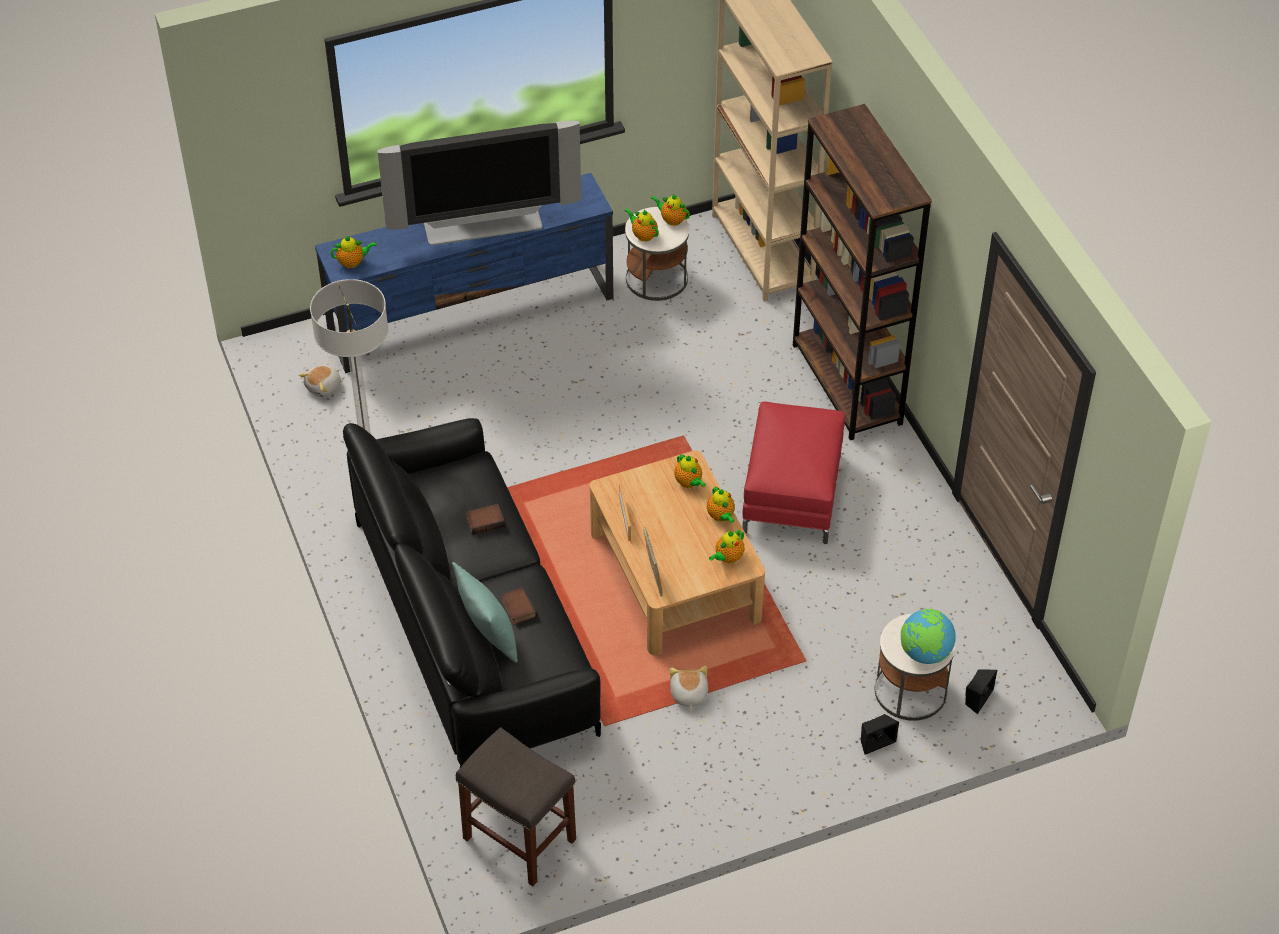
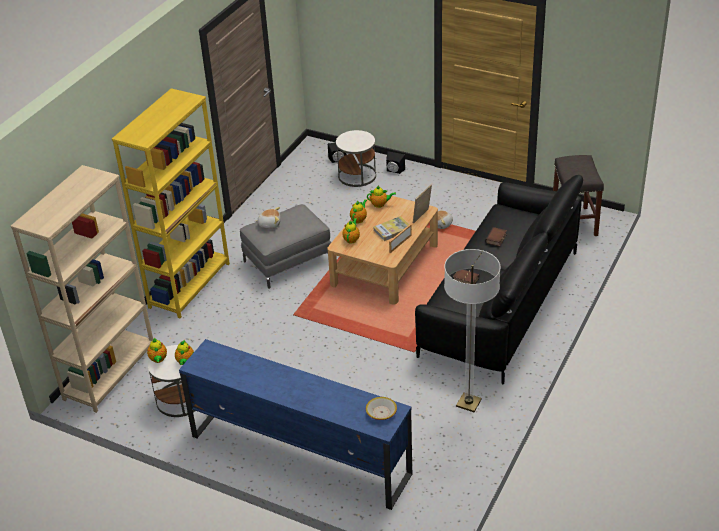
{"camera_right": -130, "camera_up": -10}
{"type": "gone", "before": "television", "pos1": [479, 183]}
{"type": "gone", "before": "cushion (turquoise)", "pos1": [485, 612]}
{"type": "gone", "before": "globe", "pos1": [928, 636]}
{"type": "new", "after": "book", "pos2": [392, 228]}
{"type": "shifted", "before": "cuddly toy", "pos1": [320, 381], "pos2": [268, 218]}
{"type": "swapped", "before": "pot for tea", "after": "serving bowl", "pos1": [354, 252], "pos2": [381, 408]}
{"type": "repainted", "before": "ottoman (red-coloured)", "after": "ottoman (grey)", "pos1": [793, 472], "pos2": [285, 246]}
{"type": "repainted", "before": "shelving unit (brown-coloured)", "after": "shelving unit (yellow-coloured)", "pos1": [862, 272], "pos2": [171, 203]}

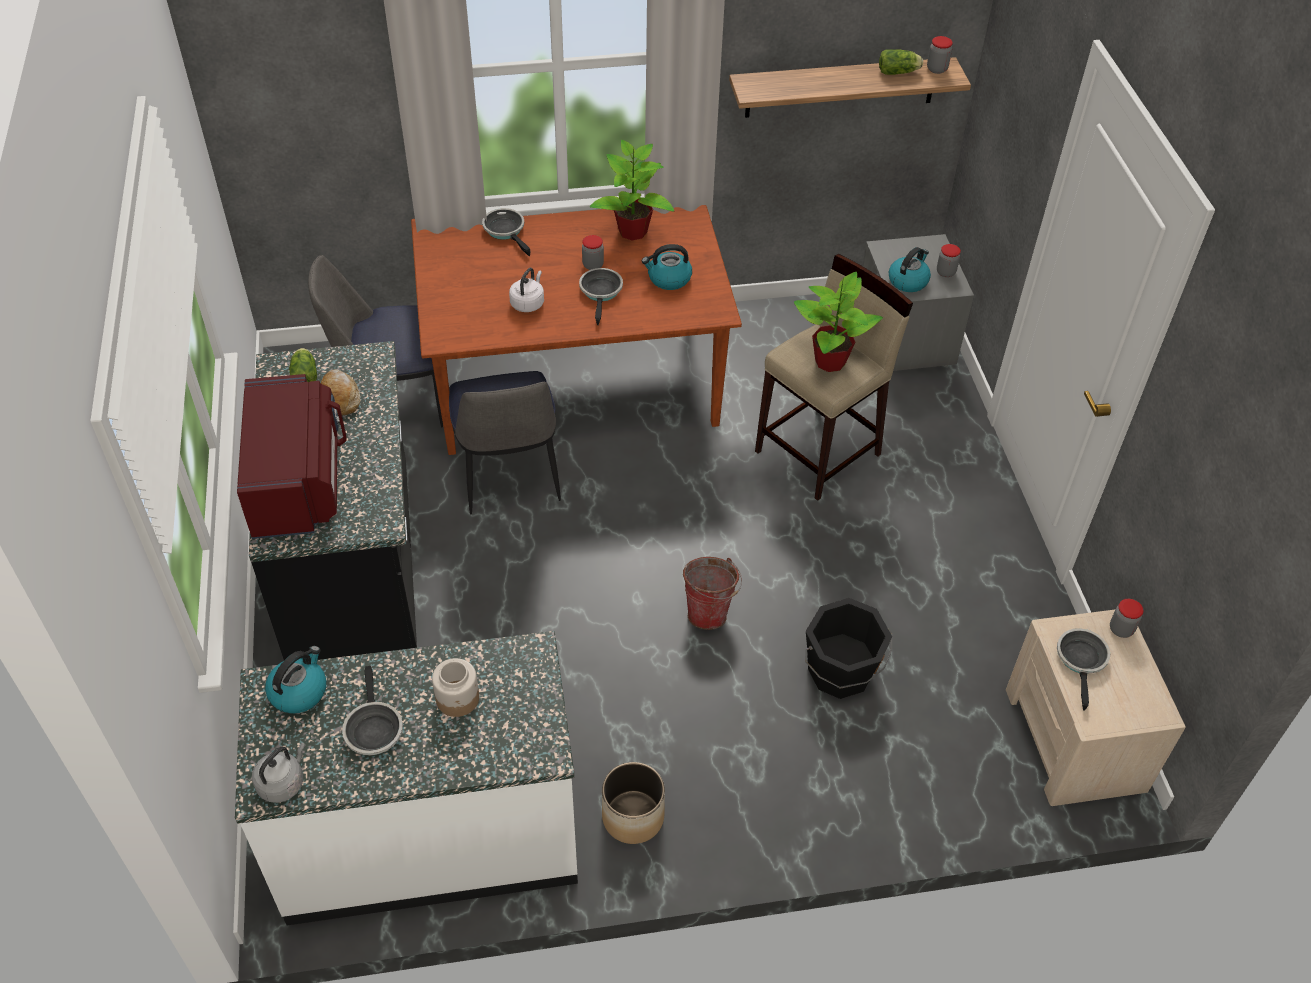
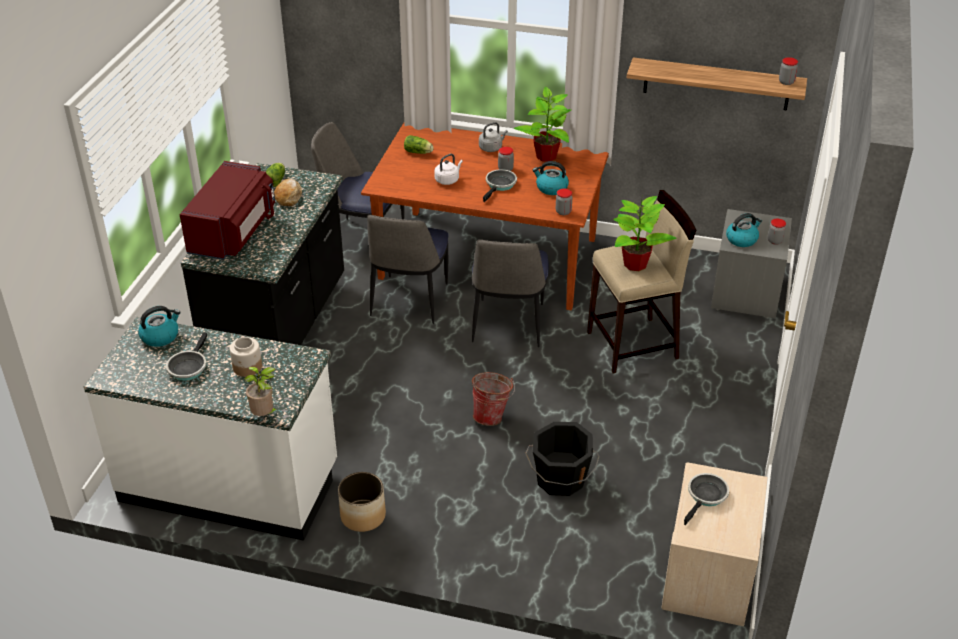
{"camera_right": 25, "camera_up": -10}
{"type": "gone", "before": "pan", "pos1": [506, 232]}
{"type": "new", "after": "houseplant", "pos2": [260, 391]}
{"type": "new", "after": "chair", "pos2": [510, 293]}
{"type": "shifted", "before": "water kettle (grey)", "pos1": [279, 772], "pos2": [493, 137]}
{"type": "shifted", "before": "head of lettuce", "pos1": [901, 62], "pos2": [419, 144]}
{"type": "shifted", "before": "jar", "pos1": [1127, 618], "pos2": [564, 202]}

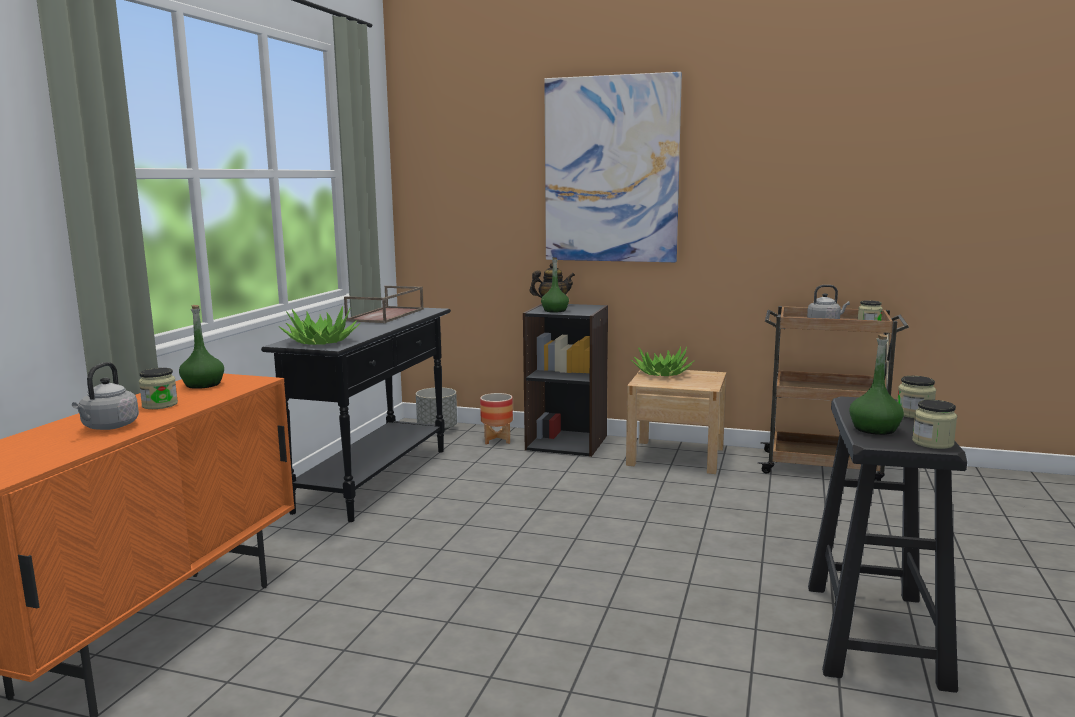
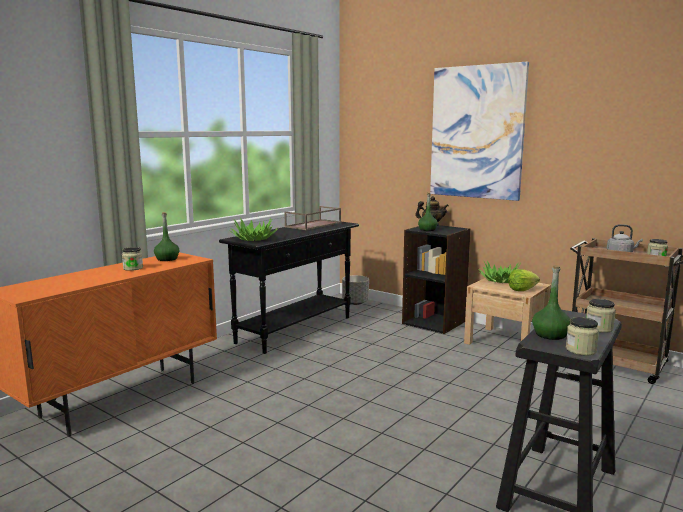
{"camera_right": 20, "camera_up": 0}
{"type": "gone", "before": "water kettle (grey)", "pos1": [105, 396]}
{"type": "gone", "before": "flower pot", "pos1": [496, 418]}
{"type": "new", "after": "head of lettuce", "pos2": [524, 280]}

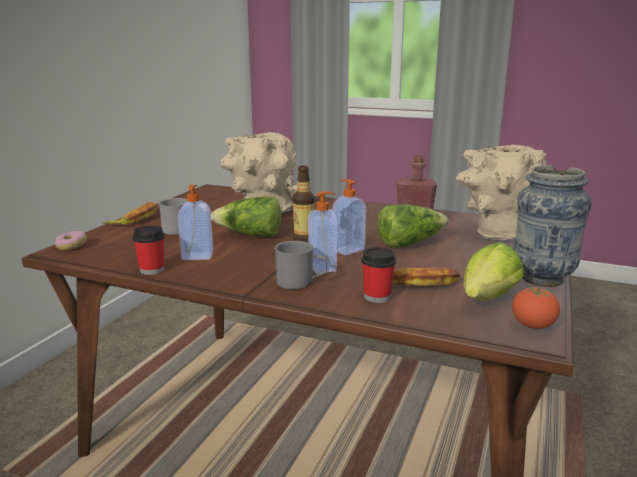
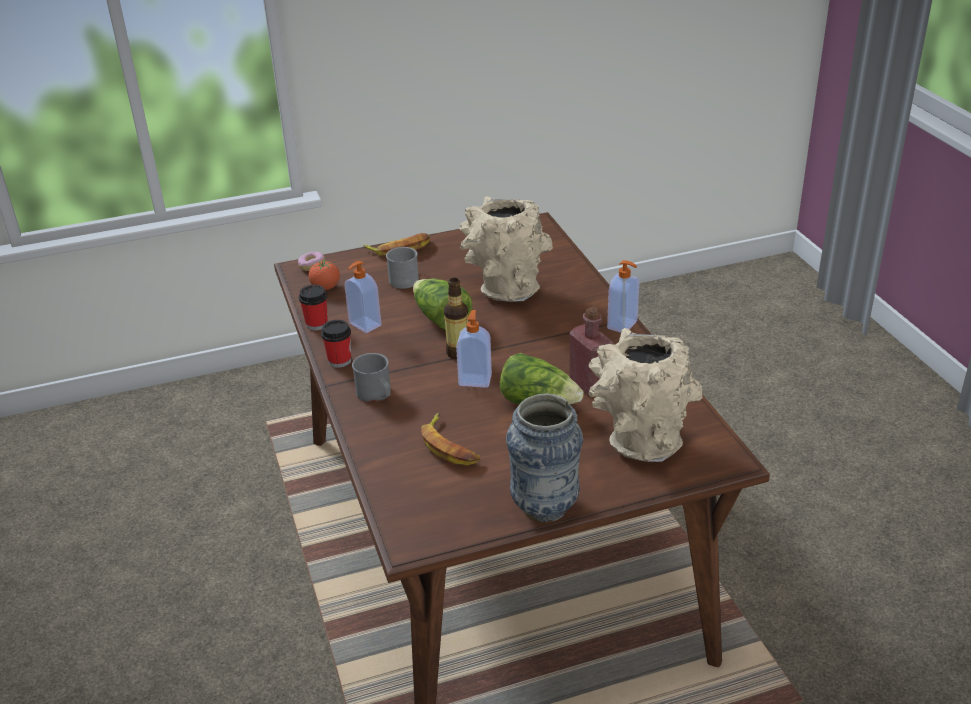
{"camera_right": 50, "camera_up": 15}
{"type": "gone", "before": "head of lettuce", "pos1": [494, 271]}
{"type": "shifted", "before": "soap bottle", "pos1": [322, 232], "pos2": [623, 296]}
{"type": "shifted", "before": "cup", "pos1": [378, 275], "pos2": [336, 344]}
{"type": "shifted", "before": "whole tomato", "pos1": [536, 307], "pos2": [324, 275]}

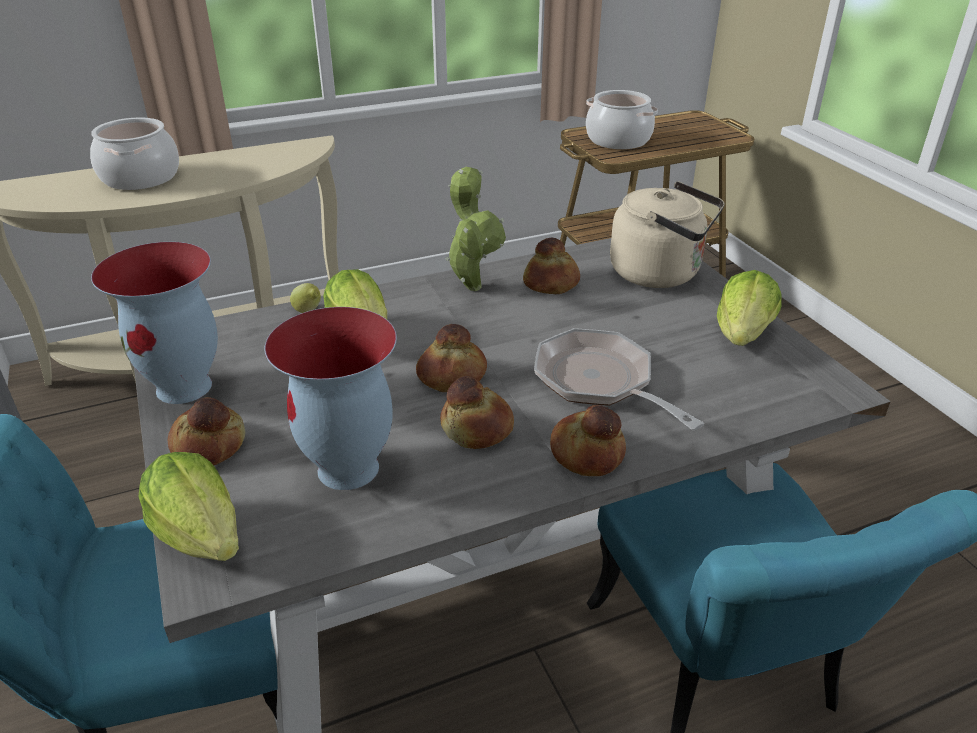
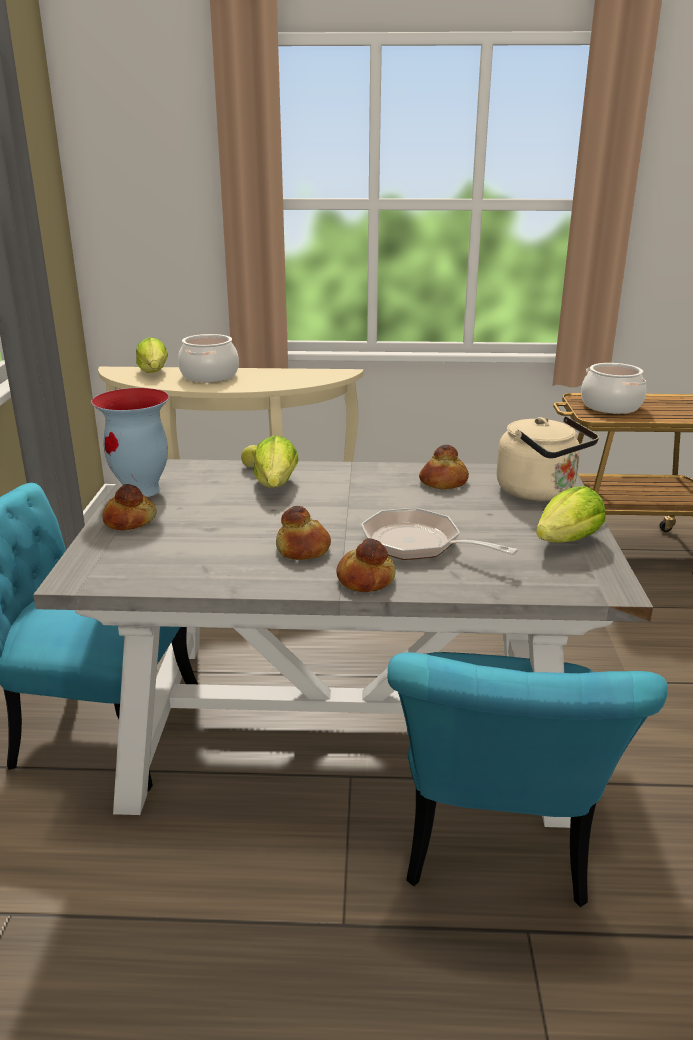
{"camera_right": 25, "camera_up": -10}
{"type": "gone", "before": "flower vase", "pos1": [330, 398]}
{"type": "gone", "before": "baked bread", "pos1": [451, 358]}
{"type": "gone", "before": "houseplant", "pos1": [476, 229]}
{"type": "shifted", "before": "head of lettuce", "pos1": [189, 506], "pos2": [152, 355]}
{"type": "rotated", "before": "pan", "pos1": [619, 379], "pos2": [439, 534], "turn": -45}

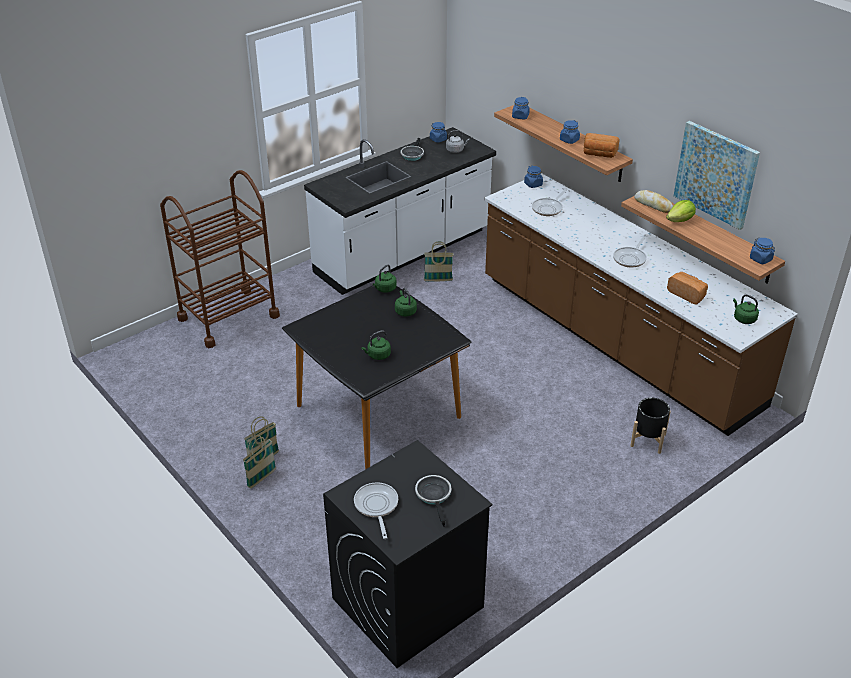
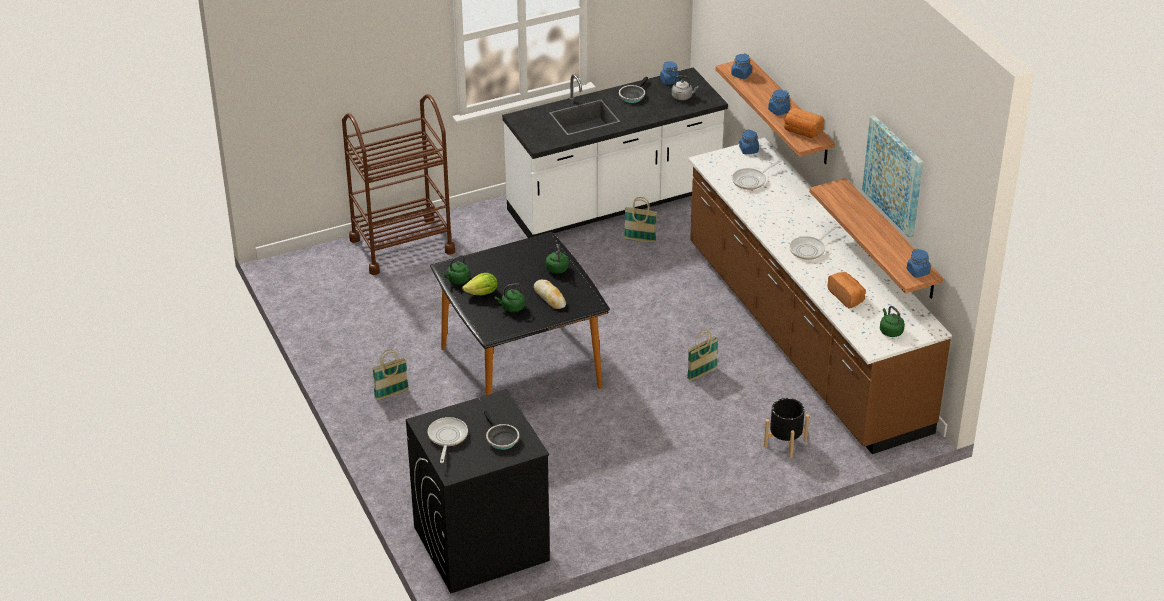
{"camera_right": 15, "camera_up": 0}
{"type": "shifted", "before": "basket", "pos1": [259, 462], "pos2": [702, 355]}
{"type": "shifted", "before": "water kettle (green-coloured)", "pos1": [385, 278], "pos2": [456, 269]}
{"type": "shifted", "before": "baked bread", "pos1": [653, 201], "pos2": [550, 294]}
{"type": "shifted", "before": "head of lettuce", "pos1": [681, 211], "pos2": [480, 284]}
{"type": "rotated", "before": "pan", "pos1": [433, 501], "pos2": [501, 430], "turn": 150}

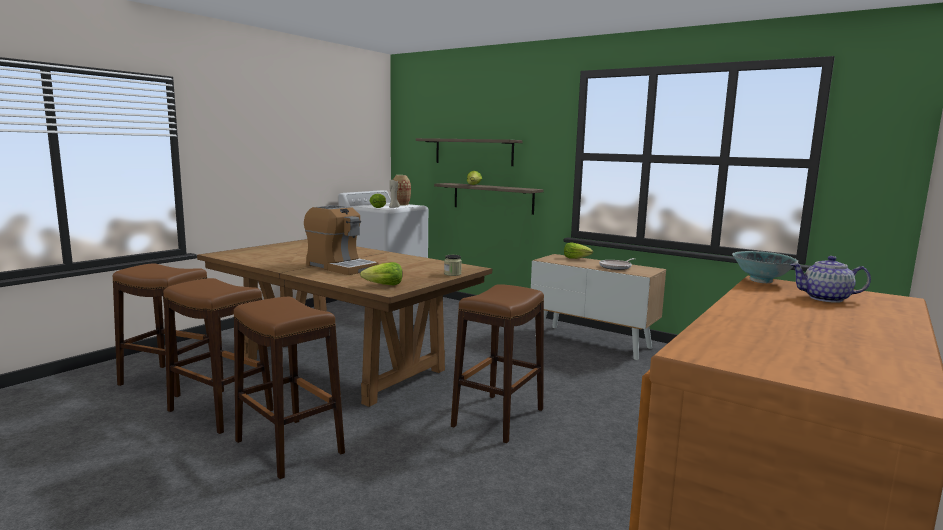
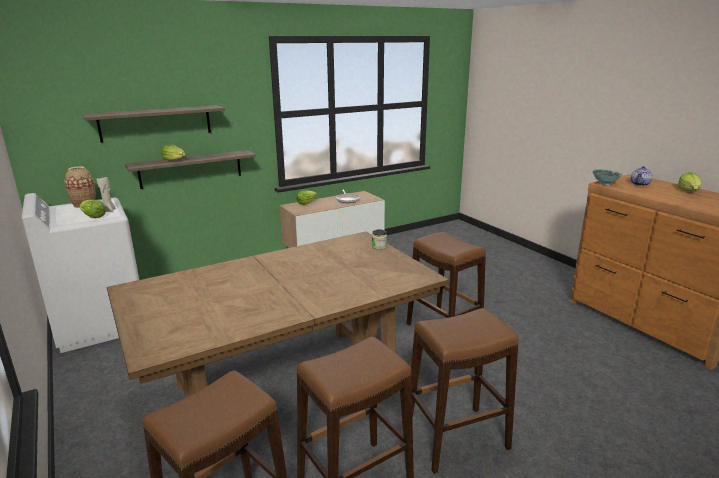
{"camera_right": -65, "camera_up": 10}
{"type": "gone", "before": "coffee brewer", "pos1": [341, 240]}
{"type": "shifted", "before": "head of lettuce", "pos1": [381, 274], "pos2": [690, 181]}

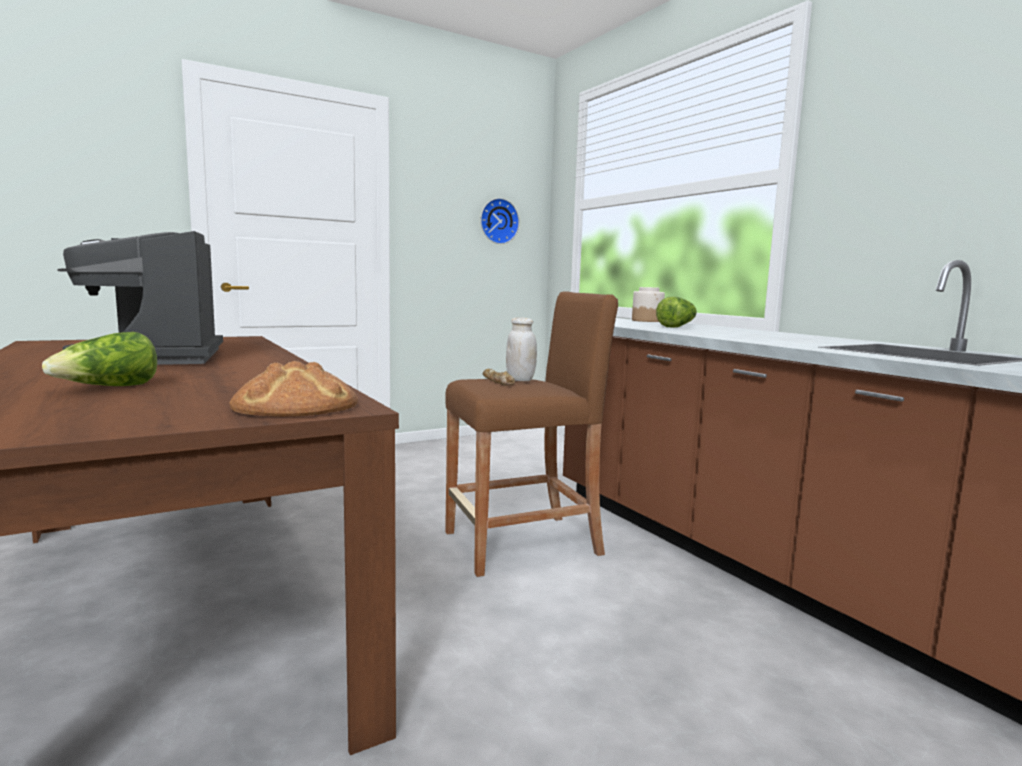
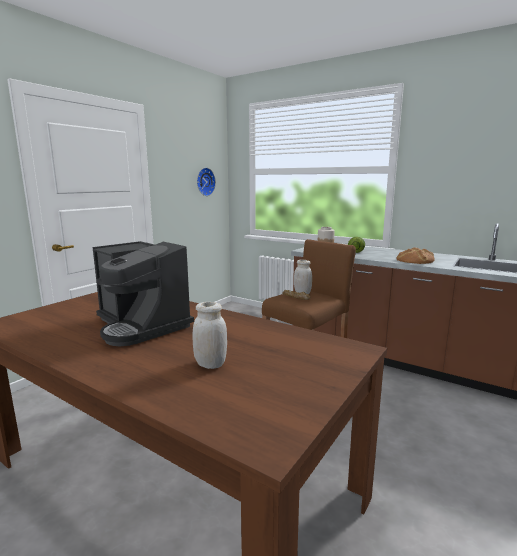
{"camera_right": -25, "camera_up": 5}
{"type": "shifted", "before": "baked bread", "pos1": [294, 389], "pos2": [415, 255]}
{"type": "swapped", "before": "head of lettuce", "after": "jar (white-coloured)", "pos1": [99, 359], "pos2": [210, 335]}

